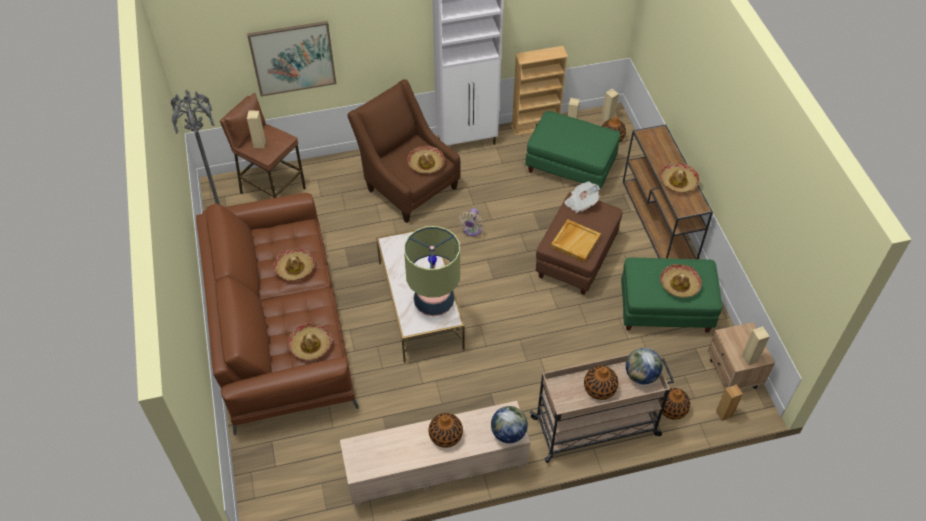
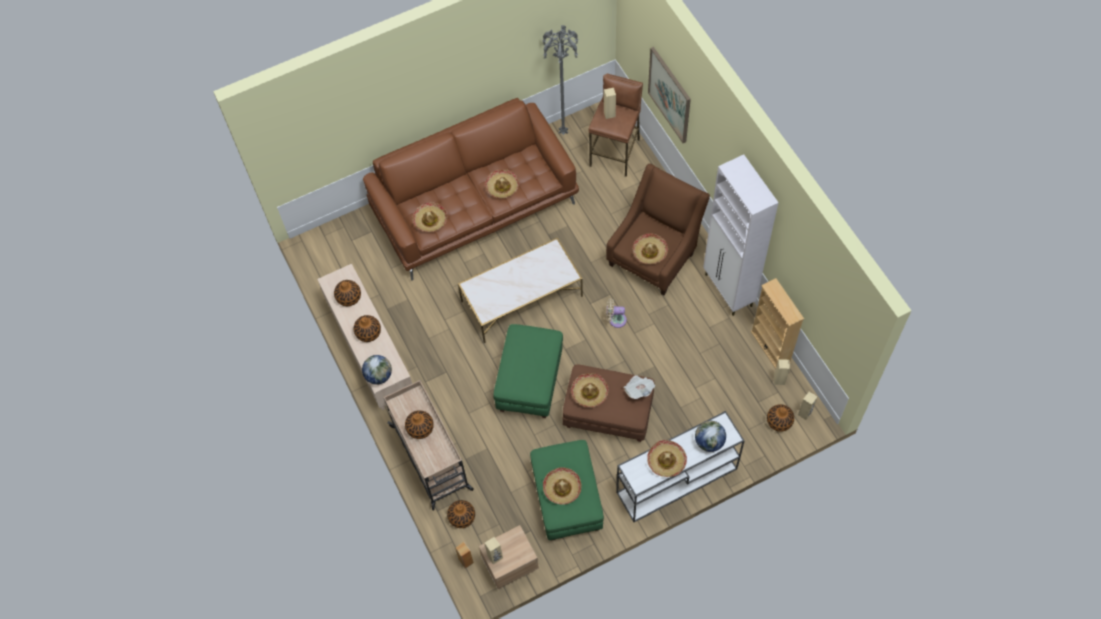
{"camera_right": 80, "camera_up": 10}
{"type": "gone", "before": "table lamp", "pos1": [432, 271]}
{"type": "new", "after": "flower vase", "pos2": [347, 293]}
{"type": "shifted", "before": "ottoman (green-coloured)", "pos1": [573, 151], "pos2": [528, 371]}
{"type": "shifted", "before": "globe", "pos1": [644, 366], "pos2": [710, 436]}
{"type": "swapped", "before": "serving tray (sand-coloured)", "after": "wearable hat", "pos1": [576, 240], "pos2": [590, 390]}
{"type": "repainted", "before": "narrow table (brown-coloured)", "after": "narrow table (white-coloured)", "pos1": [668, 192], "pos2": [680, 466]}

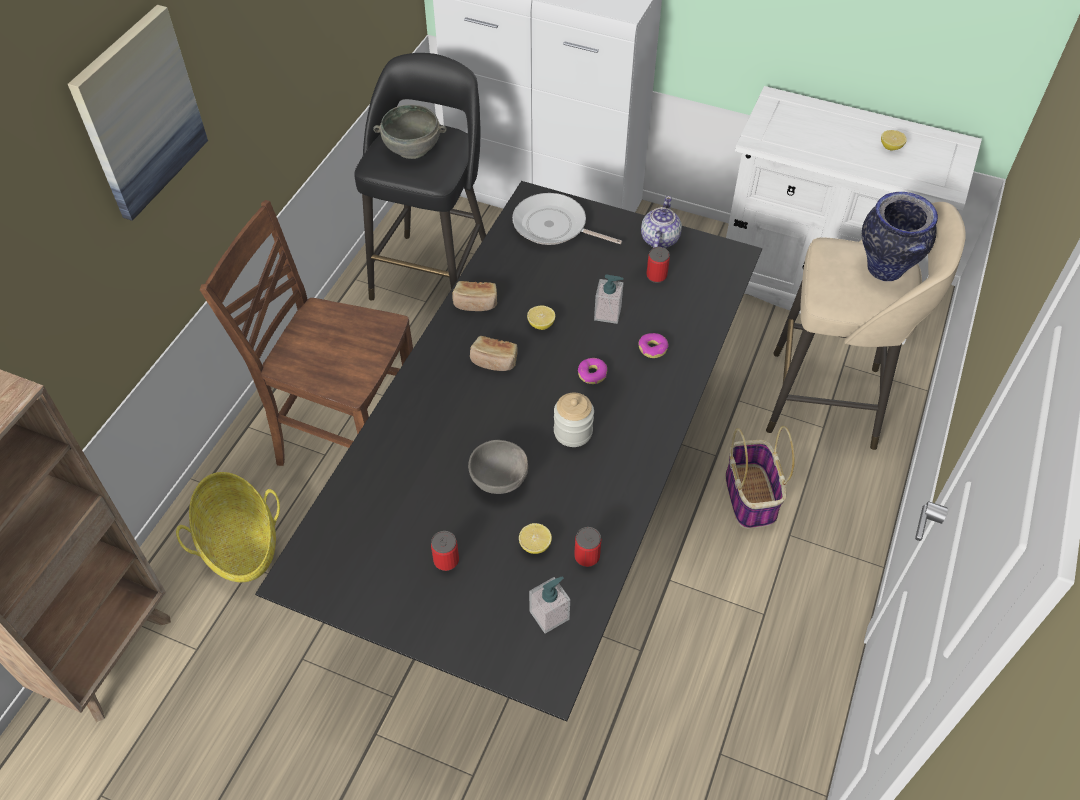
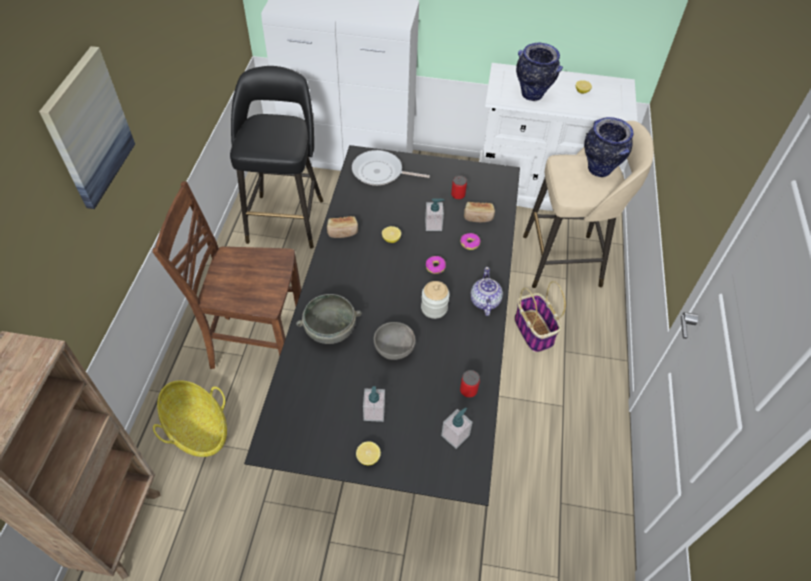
{"camera_right": -15, "camera_up": 0}
{"type": "new", "after": "flower vase", "pos2": [539, 72]}
{"type": "shifted", "before": "serving bowl (grey)", "pos1": [410, 131], "pos2": [329, 319]}
{"type": "shifted", "before": "baked bread", "pos1": [494, 353], "pos2": [479, 212]}
{"type": "shifted", "before": "whole lemon", "pos1": [535, 538], "pos2": [368, 453]}
{"type": "shifted", "before": "pot for tea", "pos1": [661, 222], "pos2": [486, 291]}
{"type": "swapped", "before": "can", "after": "soap bottle", "pos1": [445, 551], "pos2": [374, 404]}

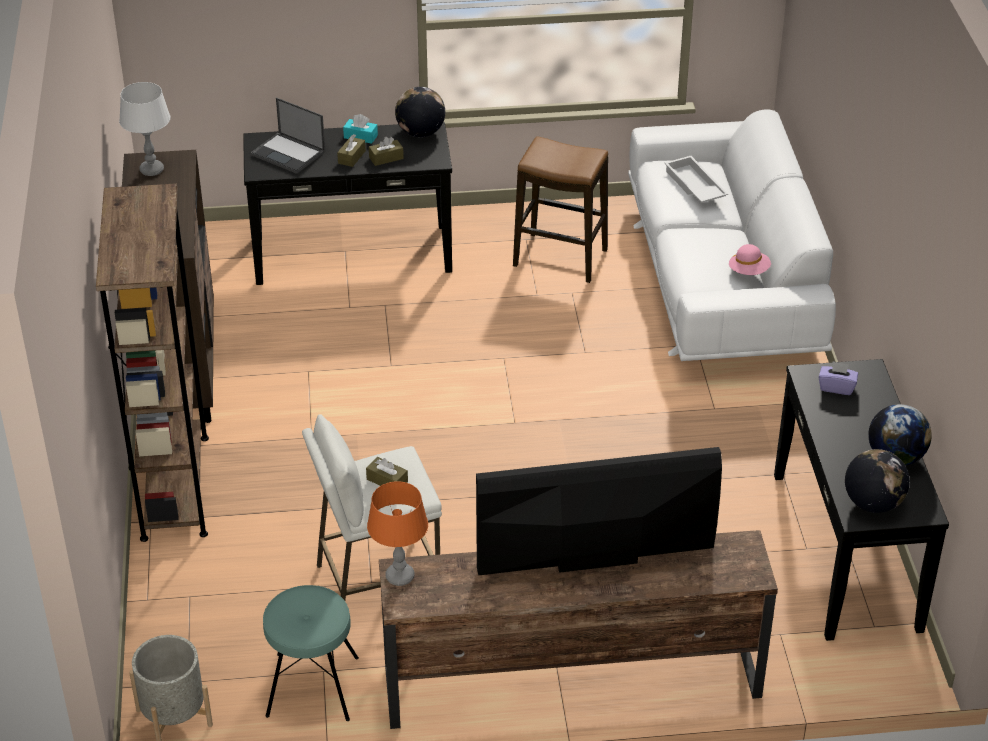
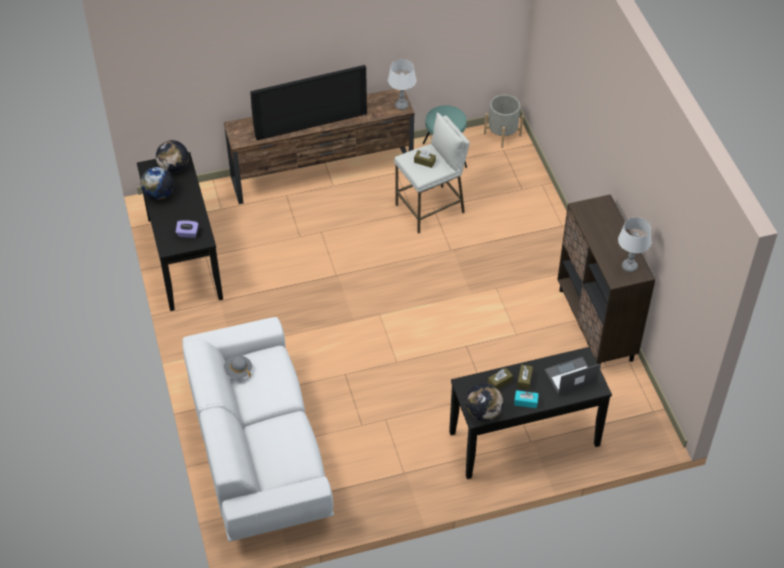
{"camera_right": 170, "camera_up": 10}
{"type": "gone", "before": "shelving unit (brown-coloured)", "pos1": [152, 362]}
{"type": "gone", "before": "sitting stool", "pos1": [560, 209]}
{"type": "gone", "before": "serving tray (white-coloured)", "pos1": [696, 179]}
{"type": "repainted", "before": "table lamp (orange)", "after": "table lamp (white-coloured)", "pos1": [397, 533], "pos2": [402, 84]}
{"type": "repainted", "before": "wearable hat (pink-coloured)", "after": "wearable hat (grey)", "pos1": [750, 259], "pos2": [238, 367]}
{"type": "rotated", "before": "notebook computer", "pos1": [288, 135], "pos2": [572, 376], "turn": -45}

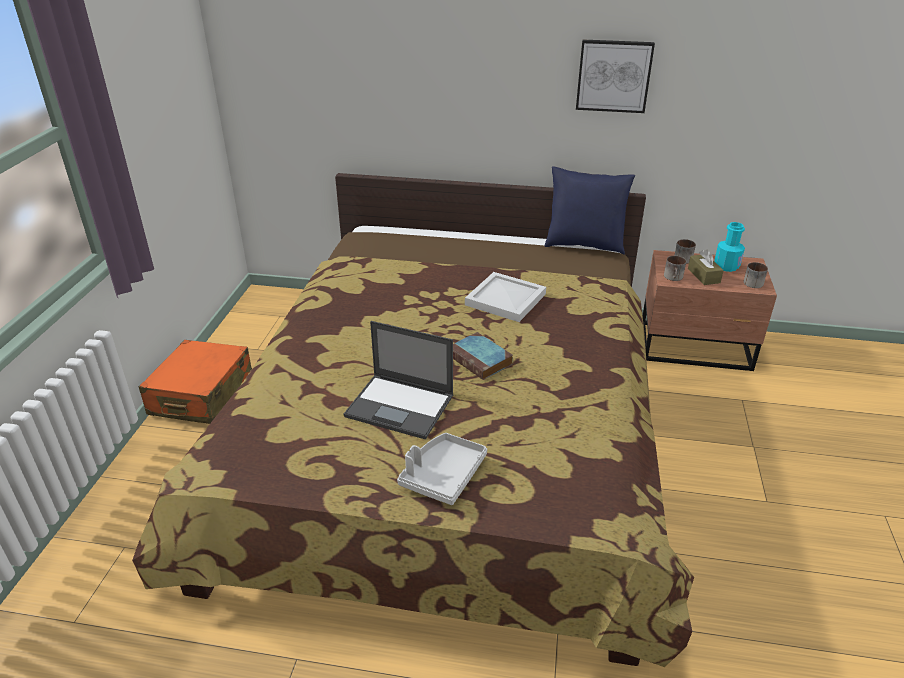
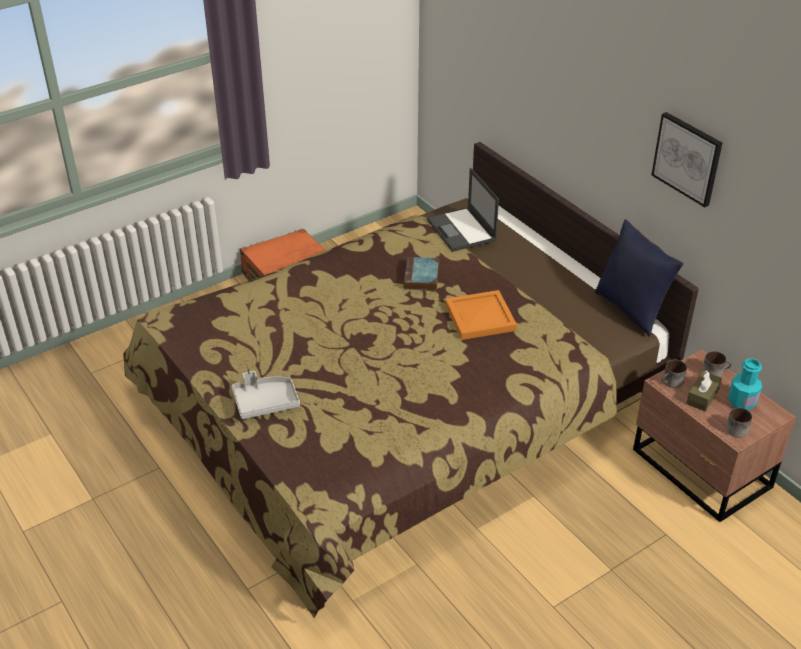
{"camera_right": 45, "camera_up": 5}
{"type": "shifted", "before": "notebook computer", "pos1": [398, 380], "pos2": [463, 210]}
{"type": "shifted", "before": "book", "pos1": [483, 356], "pos2": [421, 274]}
{"type": "repainted", "before": "serving tray (white-coloured)", "after": "serving tray (orange)", "pos1": [505, 297], "pos2": [481, 315]}

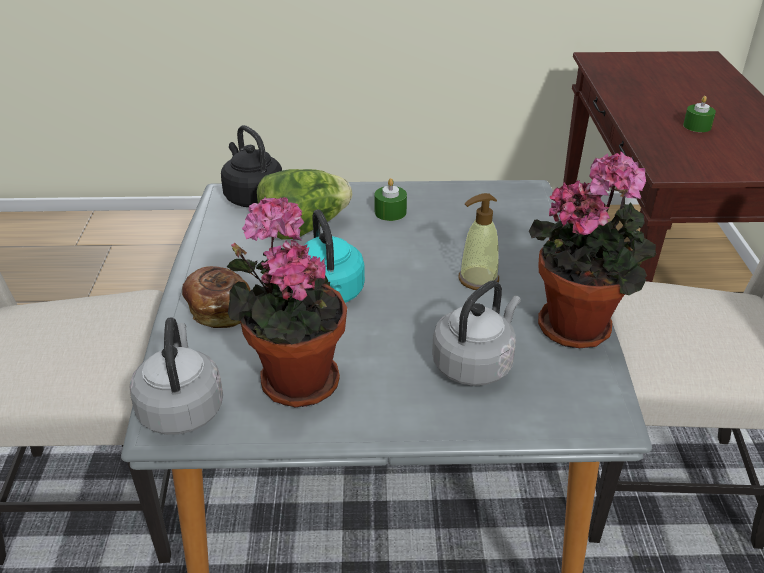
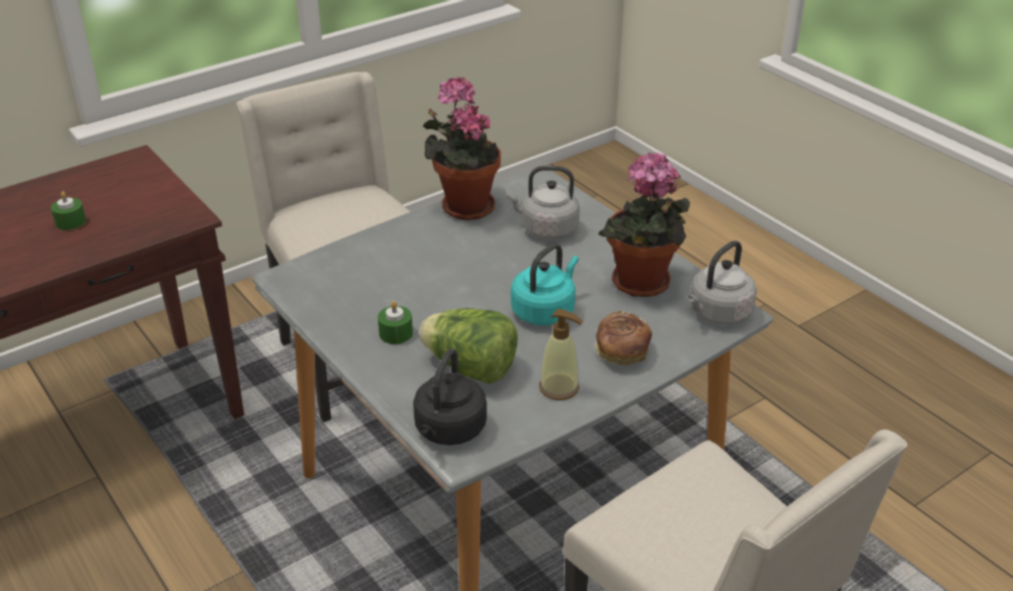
{"camera_right": -125, "camera_up": 0}
{"type": "shifted", "before": "soap bottle", "pos1": [478, 241], "pos2": [561, 354]}

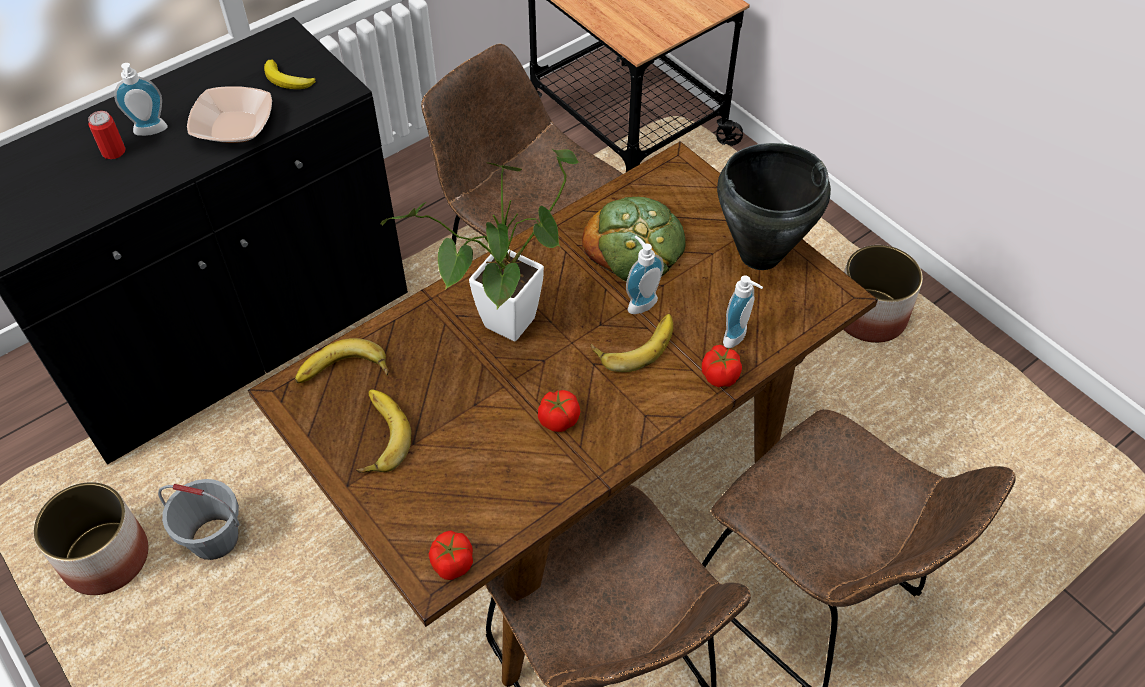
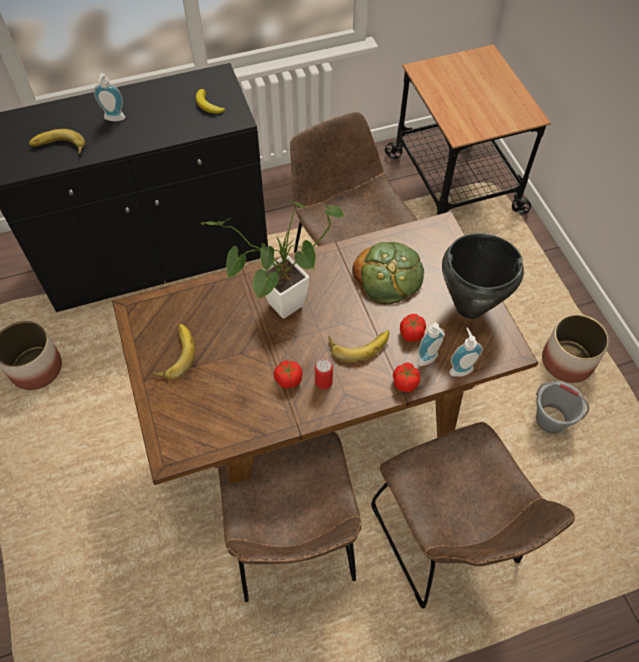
{"camera_right": 20, "camera_up": 5}
{"type": "gone", "before": "serving bowl", "pos1": [229, 114]}
{"type": "shifted", "before": "can", "pos1": [106, 135], "pos2": [324, 373]}
{"type": "shifted", "before": "bucket (grey)", "pos1": [199, 519], "pos2": [562, 407]}
{"type": "shifted", "before": "whole banana", "pos1": [342, 360], "pos2": [57, 142]}
{"type": "shifted", "before": "whole tomato", "pos1": [451, 555], "pos2": [413, 328]}
{"type": "shifted", "before": "soap bottle", "pos1": [645, 275], "pos2": [466, 352]}

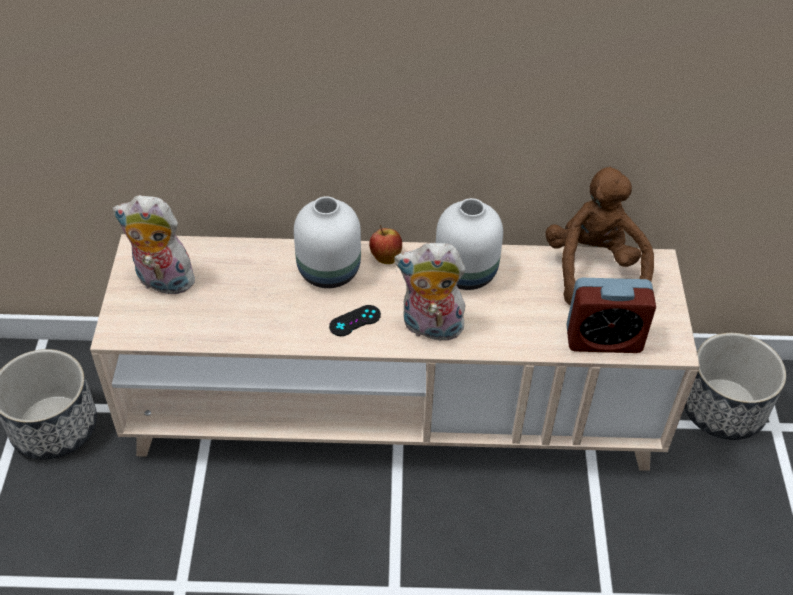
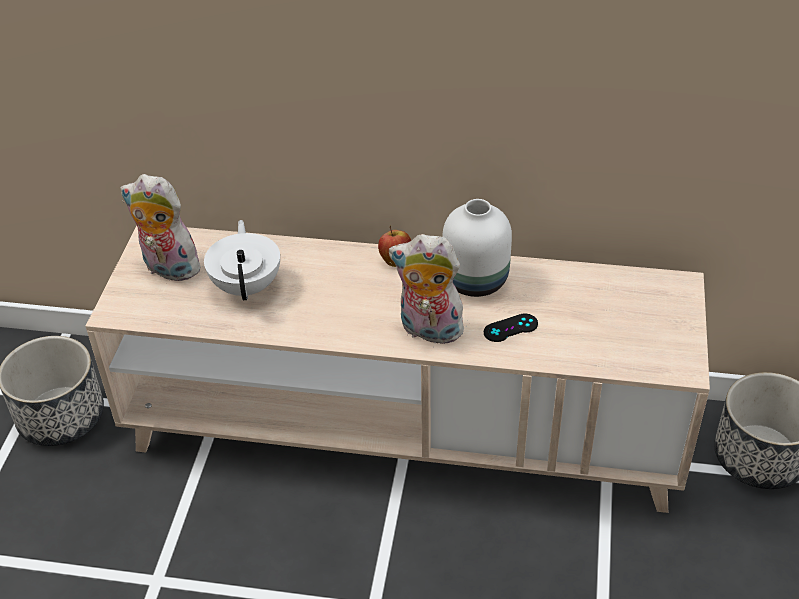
{"camera_right": 10, "camera_up": -5}
{"type": "gone", "before": "flower vase (white-coloured)", "pos1": [327, 242]}
{"type": "gone", "before": "cuddly toy (brown-coloured)", "pos1": [600, 236]}
{"type": "gone", "before": "alarm clock", "pos1": [611, 315]}
{"type": "new", "after": "pot for tea (white-coloured)", "pos2": [242, 260]}
{"type": "shifted", "before": "game controller (blackish)", "pos1": [355, 320], "pos2": [511, 328]}

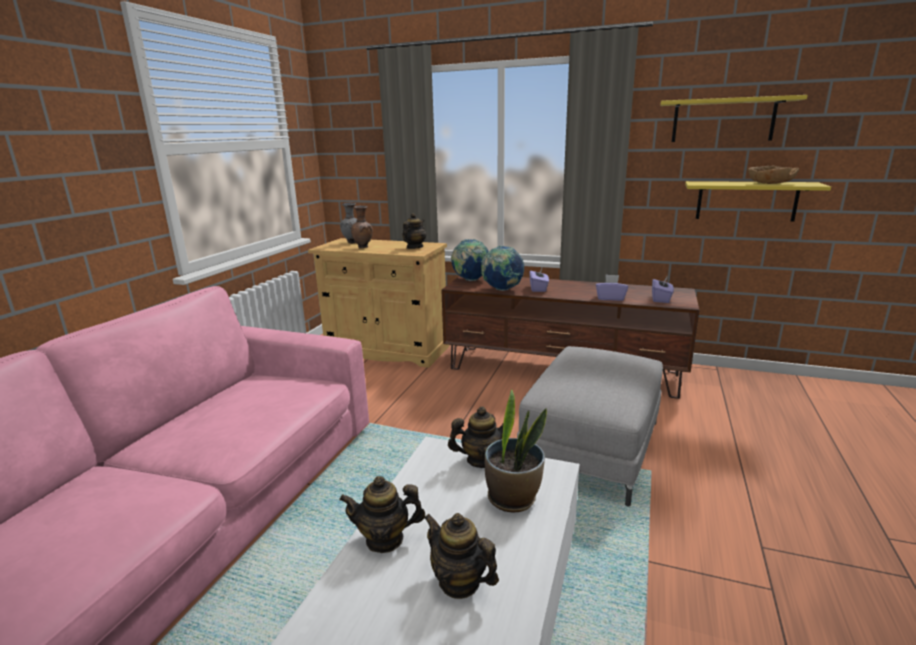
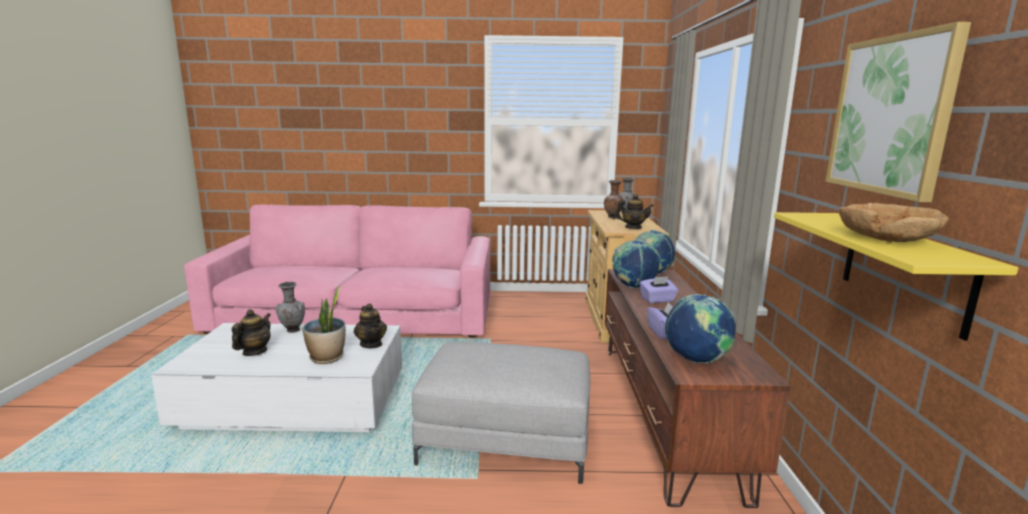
{"camera_right": 70, "camera_up": -5}
{"type": "swapped", "before": "pot for tea", "after": "flower vase (grey)", "pos1": [382, 514], "pos2": [290, 307]}
{"type": "swapped", "before": "tissue holder (purplish)", "after": "globe", "pos1": [663, 290], "pos2": [700, 328]}
{"type": "swapped", "before": "wall shelf (yellow-coloured)", "after": "picture", "pos1": [734, 118], "pos2": [898, 112]}

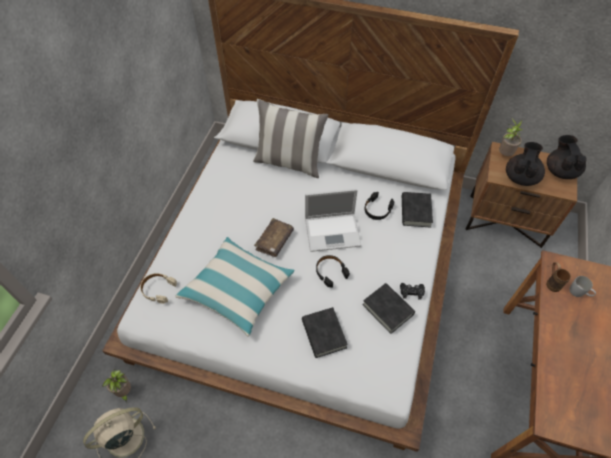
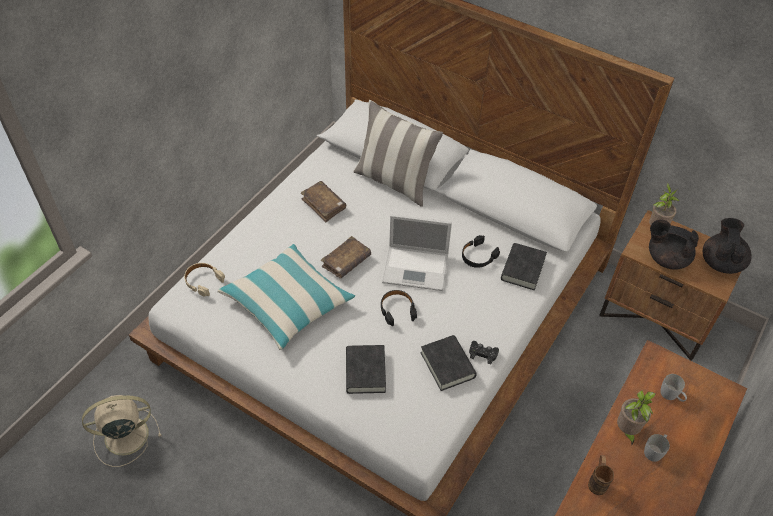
{"camera_right": 15, "camera_up": -5}
{"type": "new", "after": "book (brown-coloured)", "pos2": [323, 201]}
{"type": "new", "after": "tea mug (white-coloured)", "pos2": [657, 448]}
{"type": "shifted", "before": "houseplant", "pos1": [116, 385], "pos2": [636, 418]}
{"type": "shifted", "before": "tea mug (brown-coloured)", "pos1": [558, 277], "pos2": [601, 475]}
{"type": "rotated", "before": "pot for tea (blackish)", "pos1": [525, 164], "pos2": [674, 245], "turn": -105}

